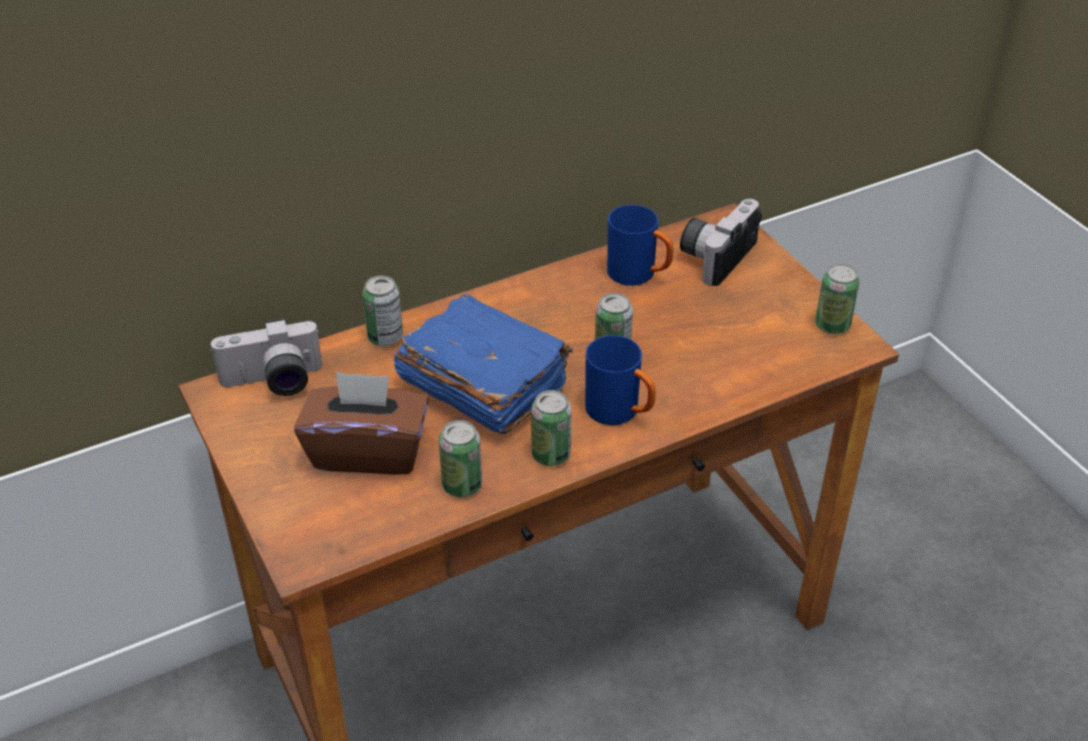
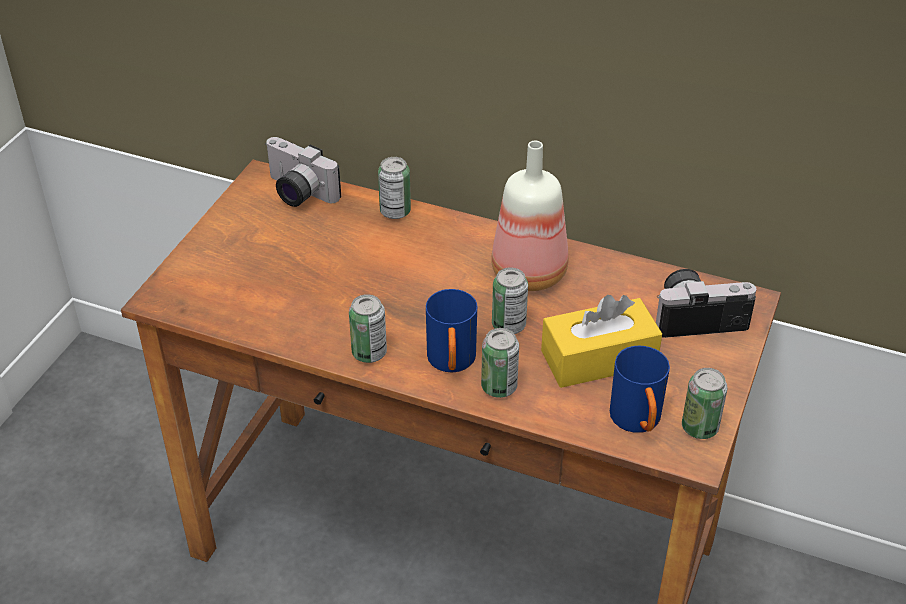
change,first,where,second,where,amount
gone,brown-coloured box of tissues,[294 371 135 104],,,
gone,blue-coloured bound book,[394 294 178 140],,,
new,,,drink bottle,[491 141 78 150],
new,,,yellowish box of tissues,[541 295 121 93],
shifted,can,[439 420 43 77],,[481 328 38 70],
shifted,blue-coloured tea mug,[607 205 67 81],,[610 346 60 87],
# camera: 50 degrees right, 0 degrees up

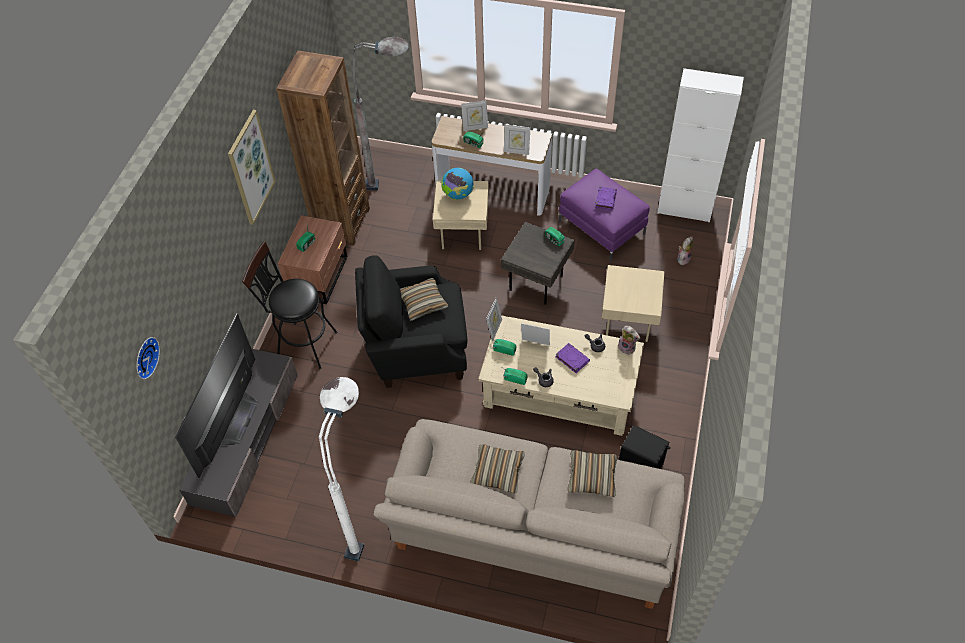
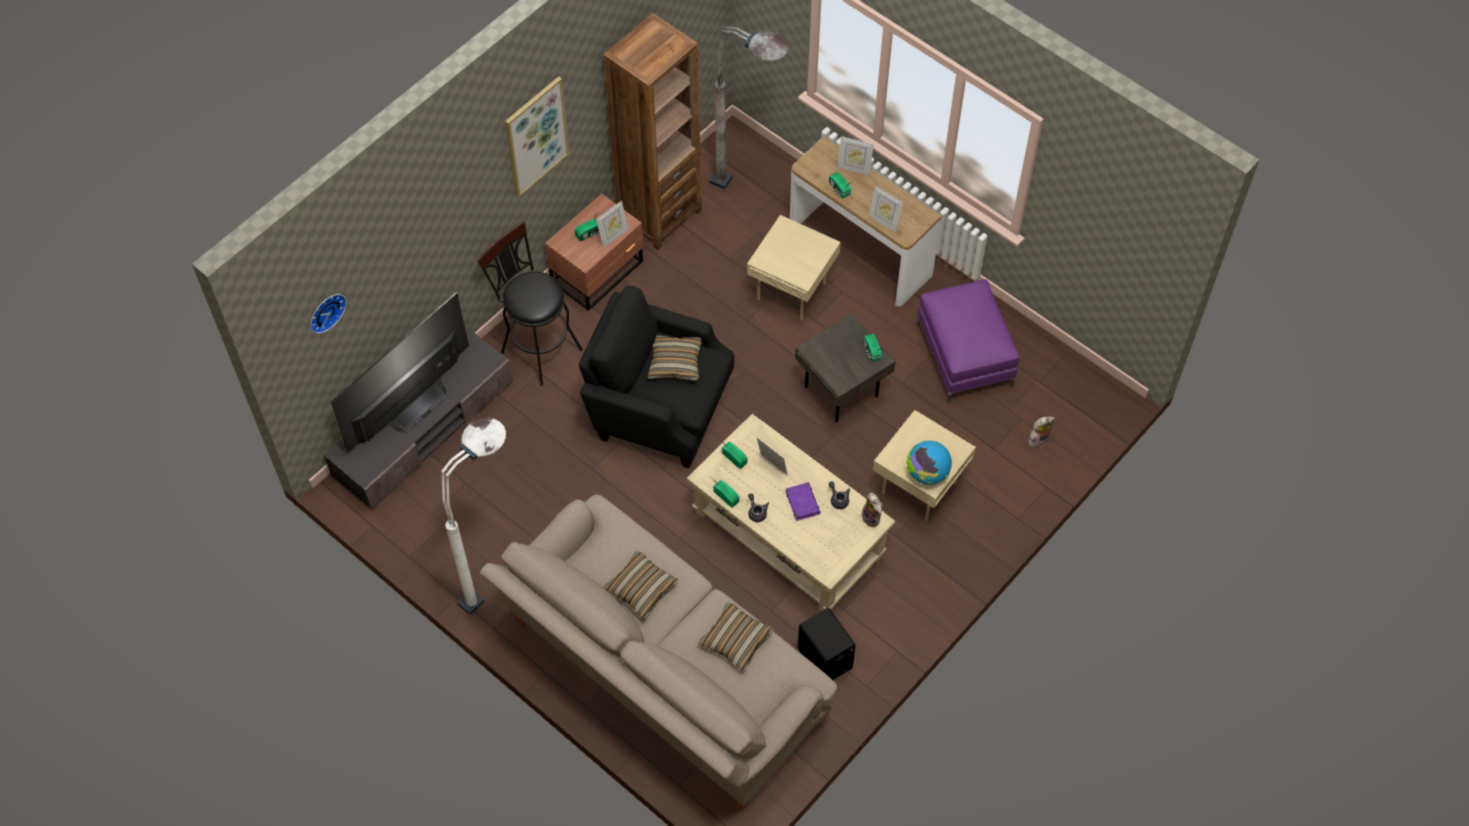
change,first,where,second,where,amount
gone,purplish bound book,[595 186 22 24],,,
gone,white cupboard,[657 68 87 155],,,
shifted,globe,[441 168 32 32],,[907 441 45 44],
shifted,standing frame,[486 297 16 44],,[596 201 32 47],
# camera: 25 degrees right, 5 degrees up

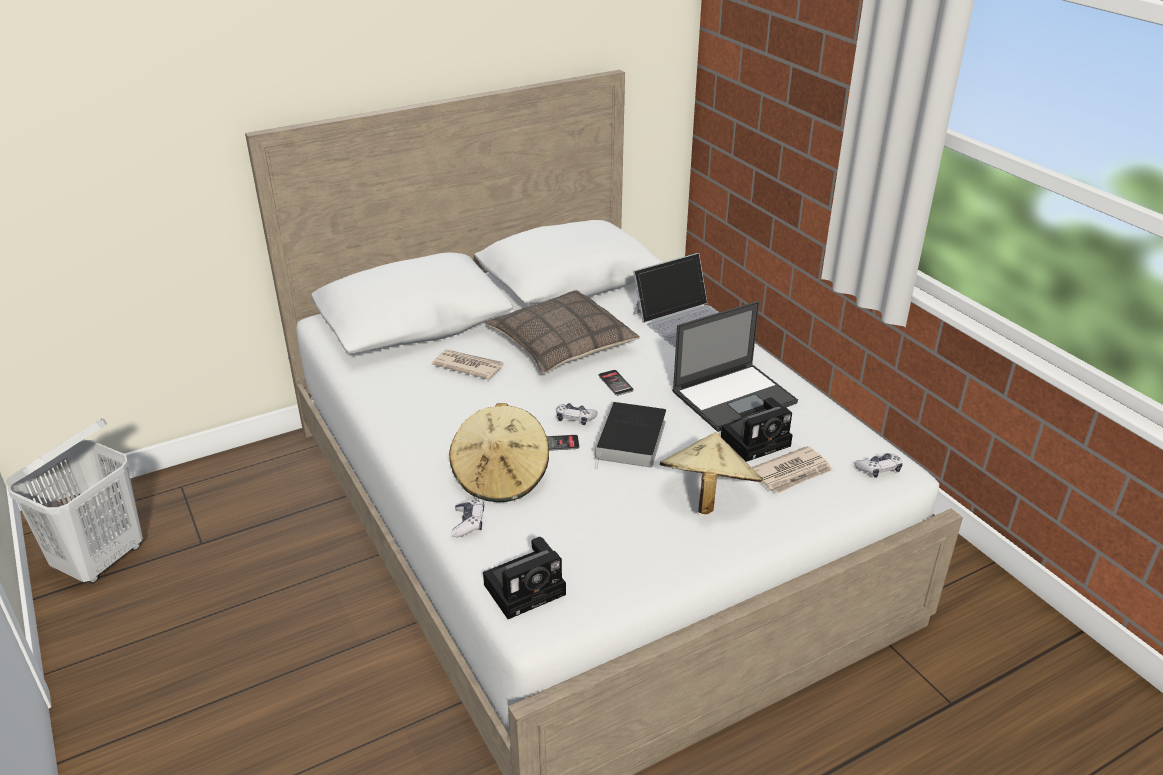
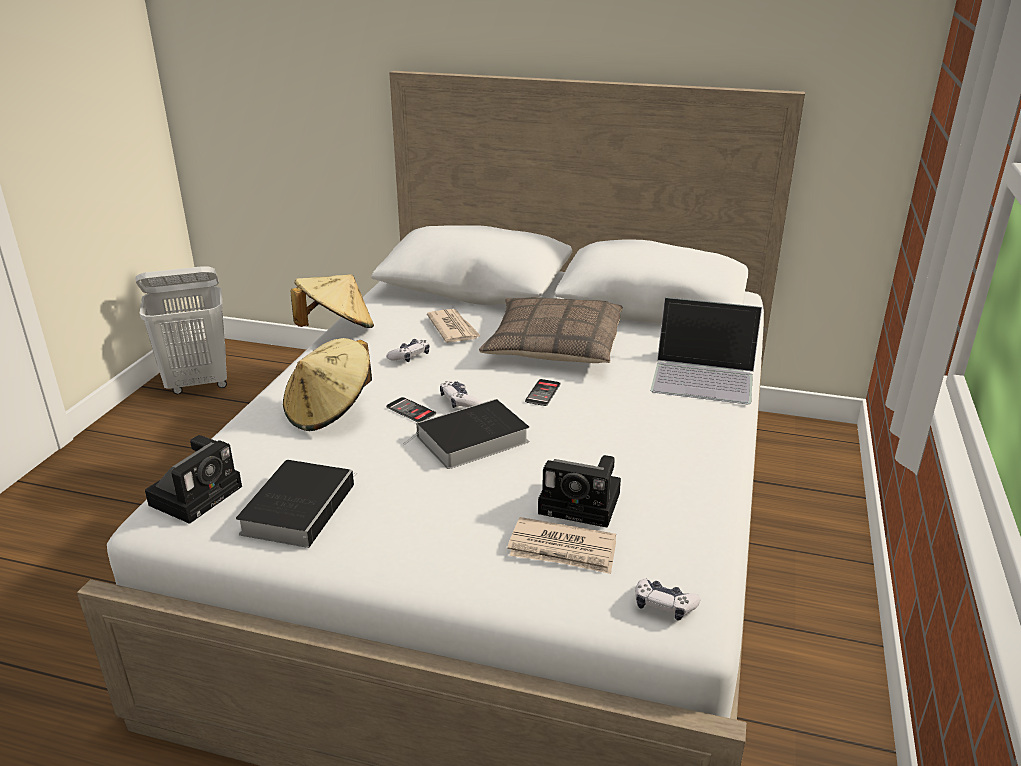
change,first,where,second,where,amount
gone,portable computer,[672 301 126 131],,,
new,,,bound book,[236 460 121 88],
shifted,gamepad,[451 498 33 39],,[386 339 44 23],
shifted,beige-coloured clothing hat,[660 432 103 82],,[291 274 83 54],
rotated,still camera,[483 537 83 82],,[145 435 97 89],75 degrees counterclockwise
# camera: 45 degrees right, 5 degrees down

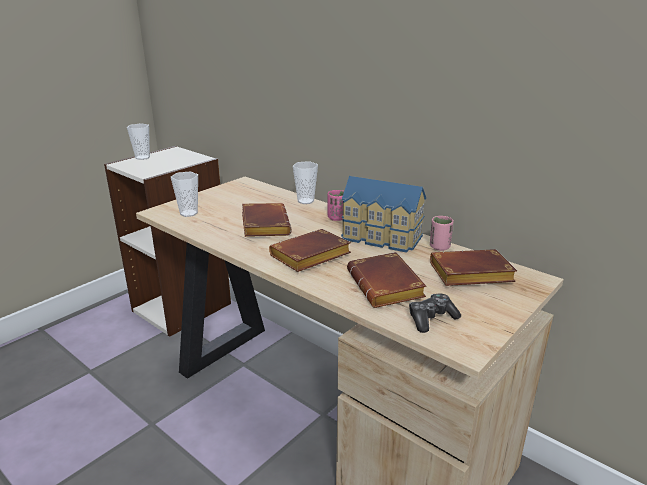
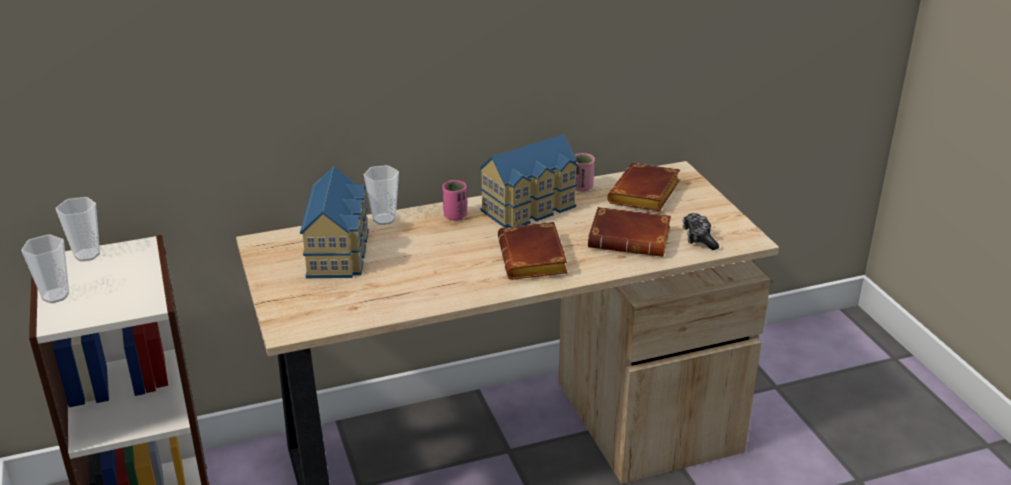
change,first,where,second,where,amount
gone,brown-coloured bound book,[242 203 50 34],,,
new,,,toy house,[300 166 69 112],
shifted,cup,[171 172 27 45],,[56 197 44 64],
# camera: 60 degrees left, 5 degrees up

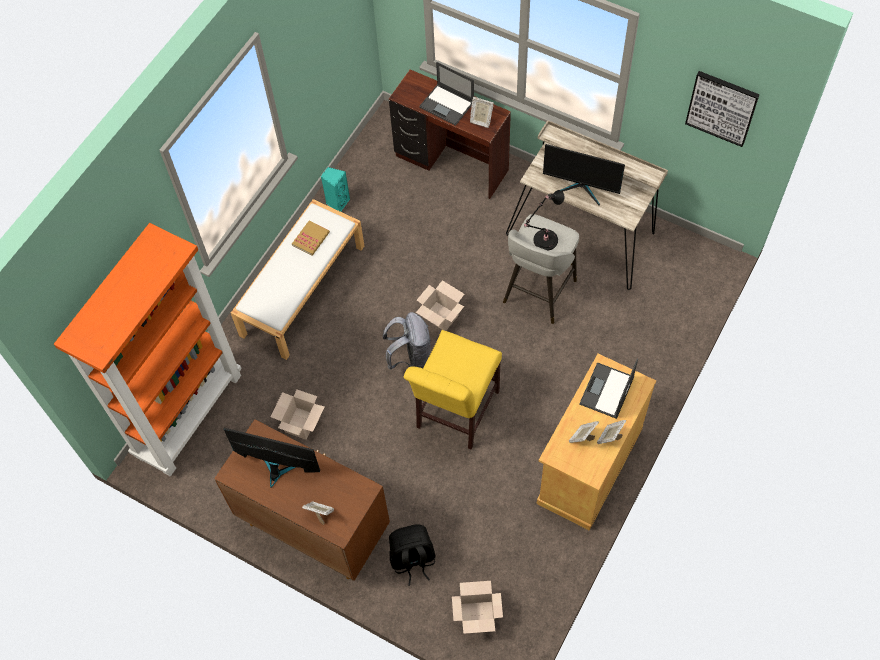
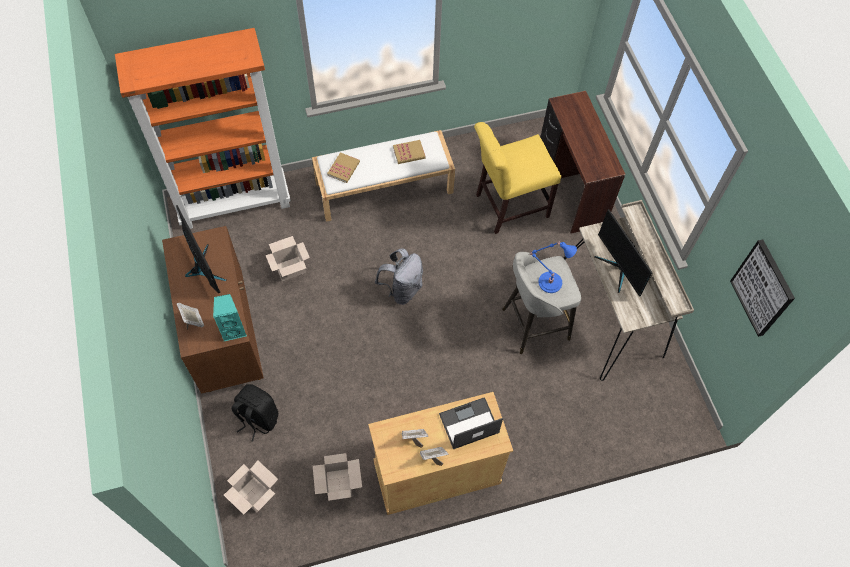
change,first,where,second,where,amount
gone,portable computer,[419 62 55 64],,,
gone,standing frame,[470 97 24 31],,,
new,,,bound book,[327 152 33 31],
shifted,blue-green loudspeaker,[321 167 29 45],,[213 294 34 47],
shifted,yellowish plain chair,[404 330 98 120],,[474 122 87 112],
shifted,carton,[416 280 48 51],,[313 453 49 48],
repainted,black table lamp,[524 190 41 61],blue-coloured table lamp,[529 241 48 52],
# camera: 40 degrees right, 0 degrees up

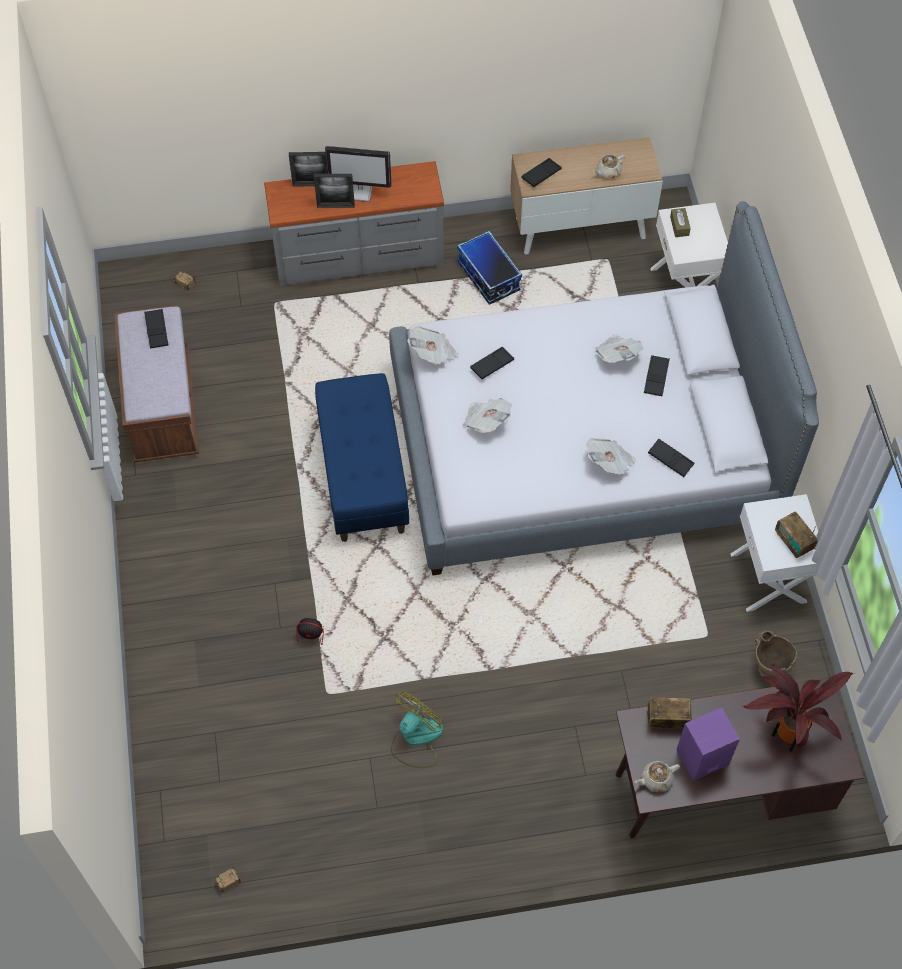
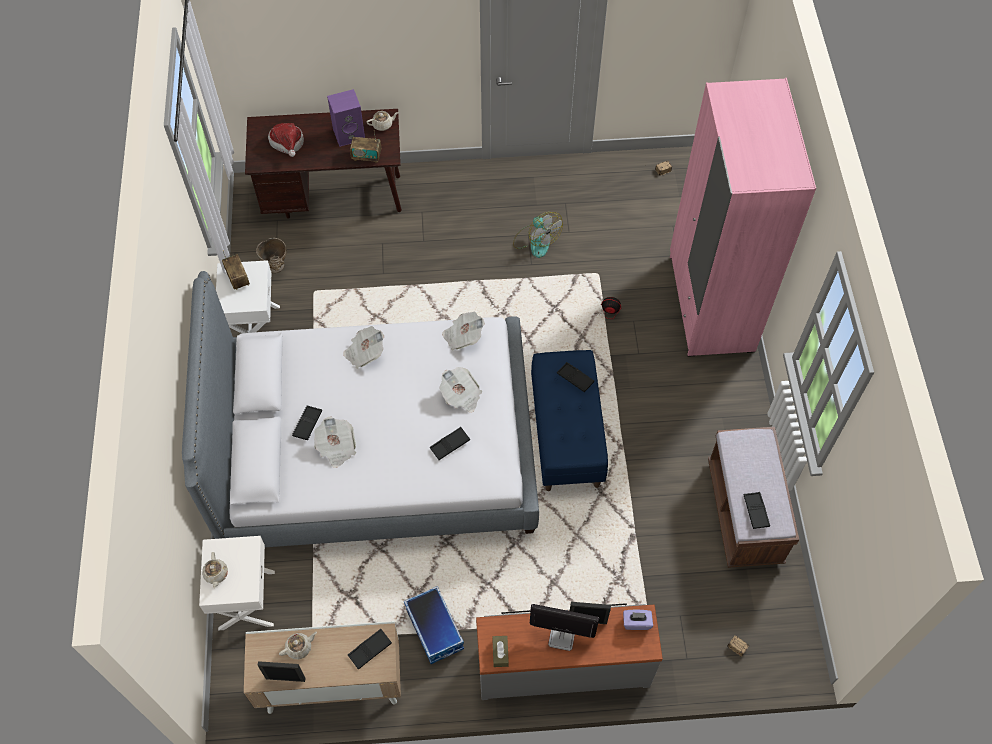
change,first,where,second,where,amount
new,,,beige-coloured tea pot,[202 552 26 37],
new,,,purplish box of tissues,[623 610 30 20],
new,,,pink-coloured armoire,[670 78 146 279],
shifted,standing frame,[289 152 38 35],,[257 661 49 21],
shifted,printed paper,[407 326 51 39],,[442 311 43 39],
shifted,black serving tray,[648 439 46 38],,[557 362 37 30],
shifted,brown-coloured box of tissues,[670 208 21 29],,[492 636 17 31],
swapped,potted plant,[743 663 111 88],clothing hat,[268 123 36 34],
rotated,electric fan,[391 691 52 77],,[513 212 50 46],75 degrees counterclockwise
# camera: 175 degrees left, 0 degrees up

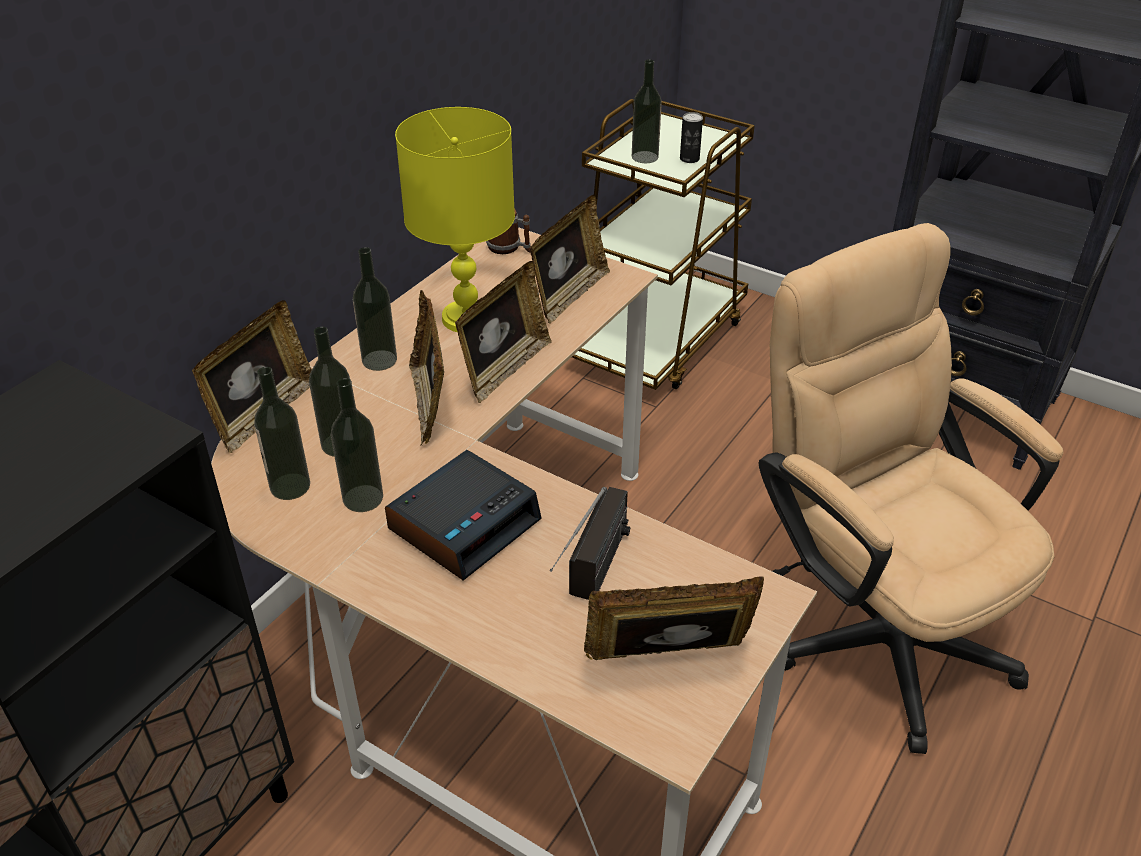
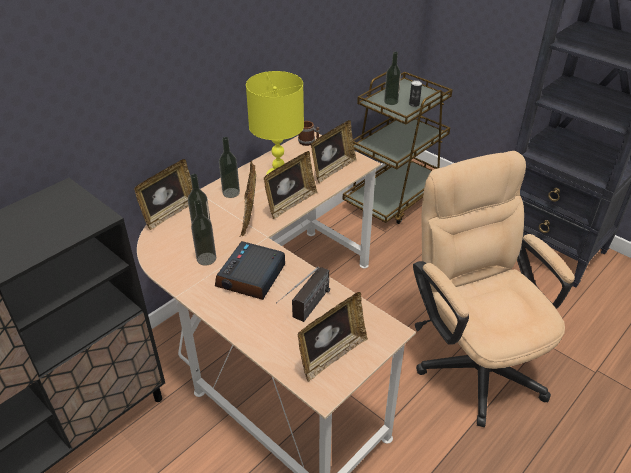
change,first,where,second,where,amount
gone,drink bottle,[254 367 56 133],,,
rotated,bedside clock,[385 450 157 131],,[215 241 70 59],150 degrees clockwise
rotated,standing frame,[584 576 180 84],,[297 292 71 90],135 degrees clockwise
# camera: 10 degrees right, 0 degrees up

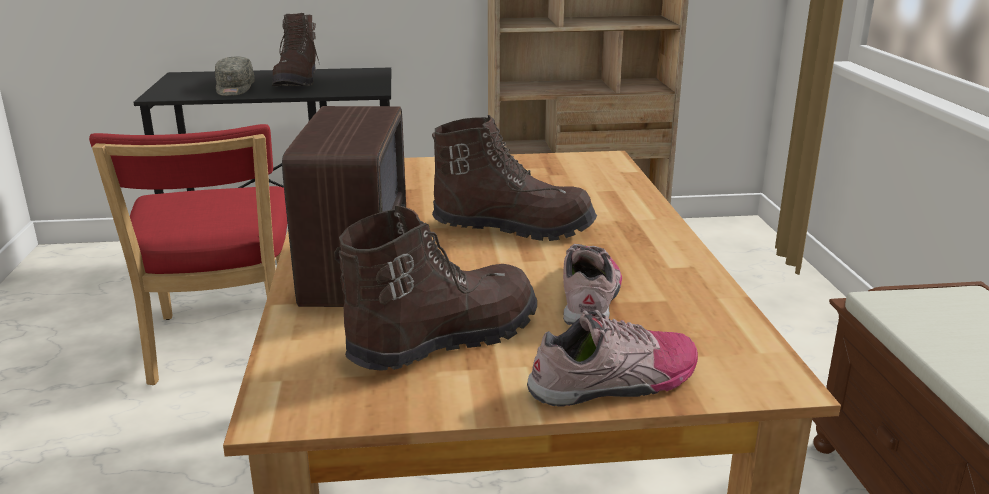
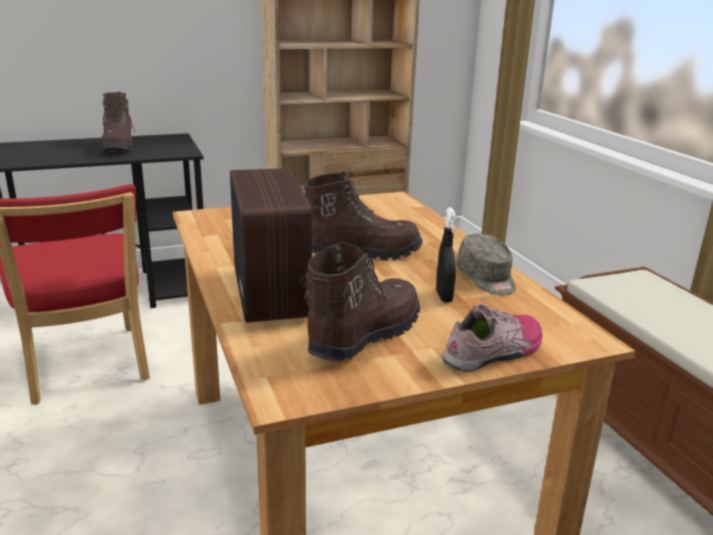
change,first,where,second,where,amount
shifted,gray cap,[215 56 40 40],,[456 234 60 61],
swapped,shoe,[563 244 59 81],black hand sprayer,[436 208 21 94],
# camera: 15 degrees left, 0 degrees up

